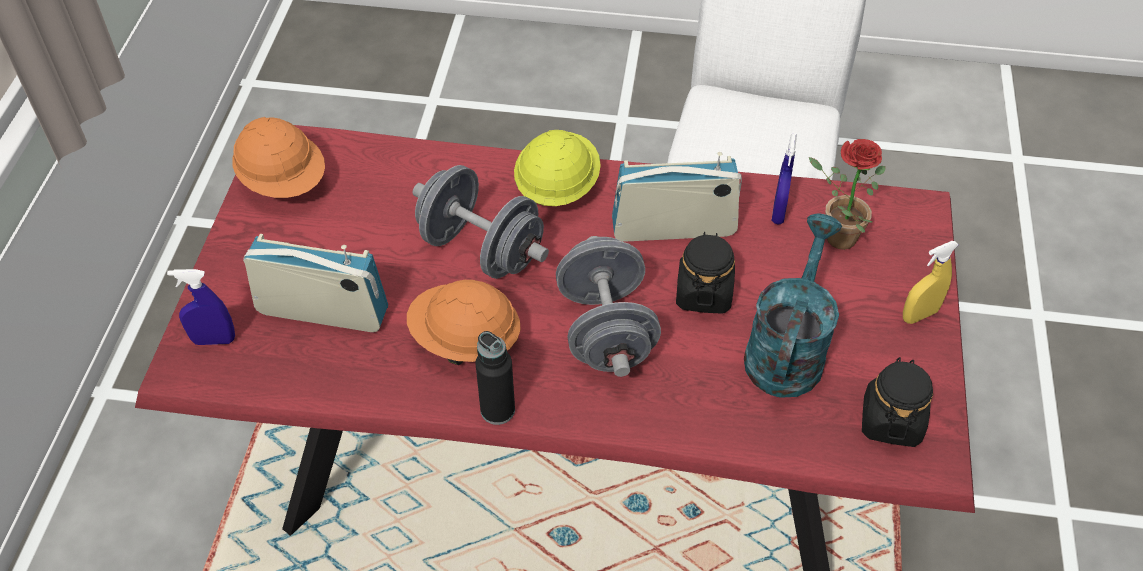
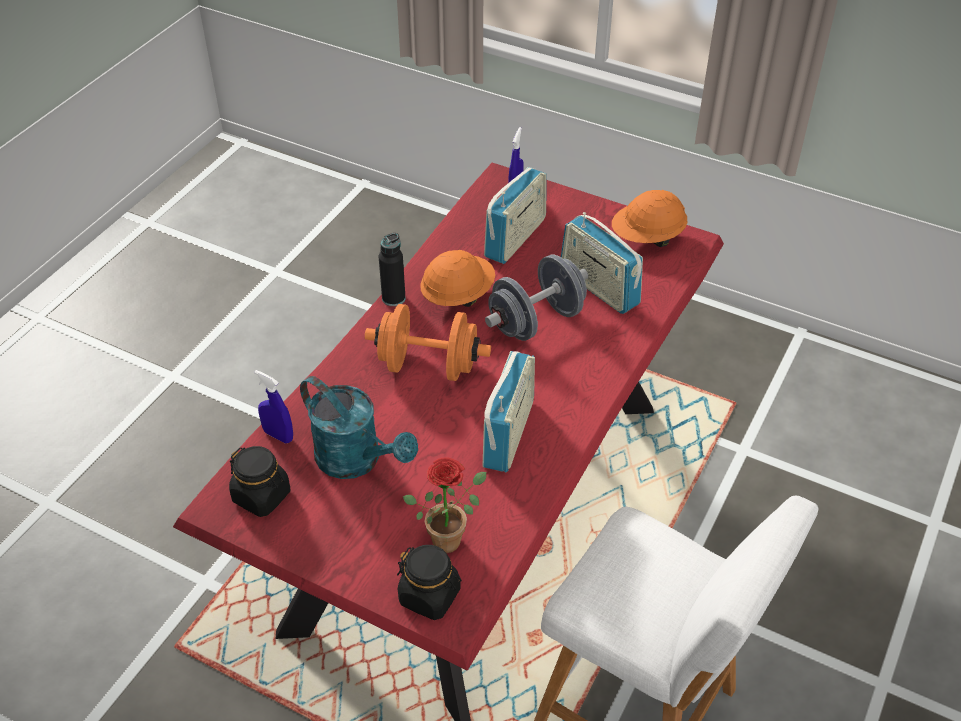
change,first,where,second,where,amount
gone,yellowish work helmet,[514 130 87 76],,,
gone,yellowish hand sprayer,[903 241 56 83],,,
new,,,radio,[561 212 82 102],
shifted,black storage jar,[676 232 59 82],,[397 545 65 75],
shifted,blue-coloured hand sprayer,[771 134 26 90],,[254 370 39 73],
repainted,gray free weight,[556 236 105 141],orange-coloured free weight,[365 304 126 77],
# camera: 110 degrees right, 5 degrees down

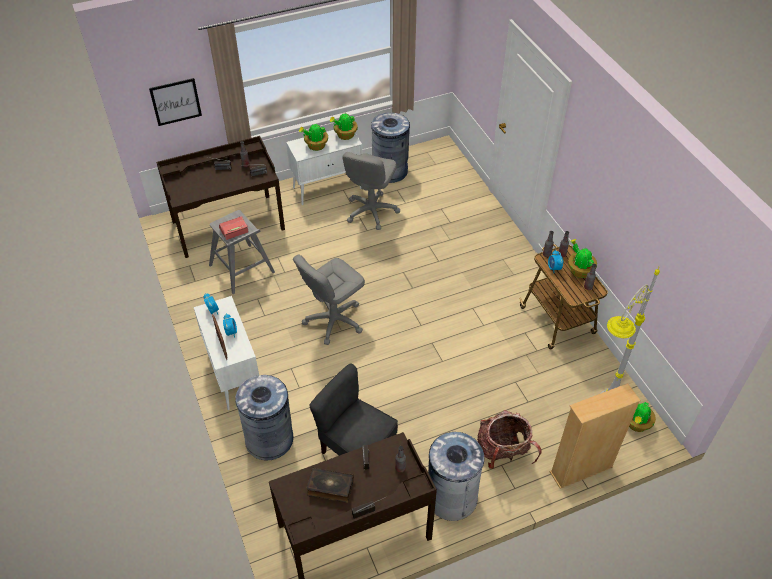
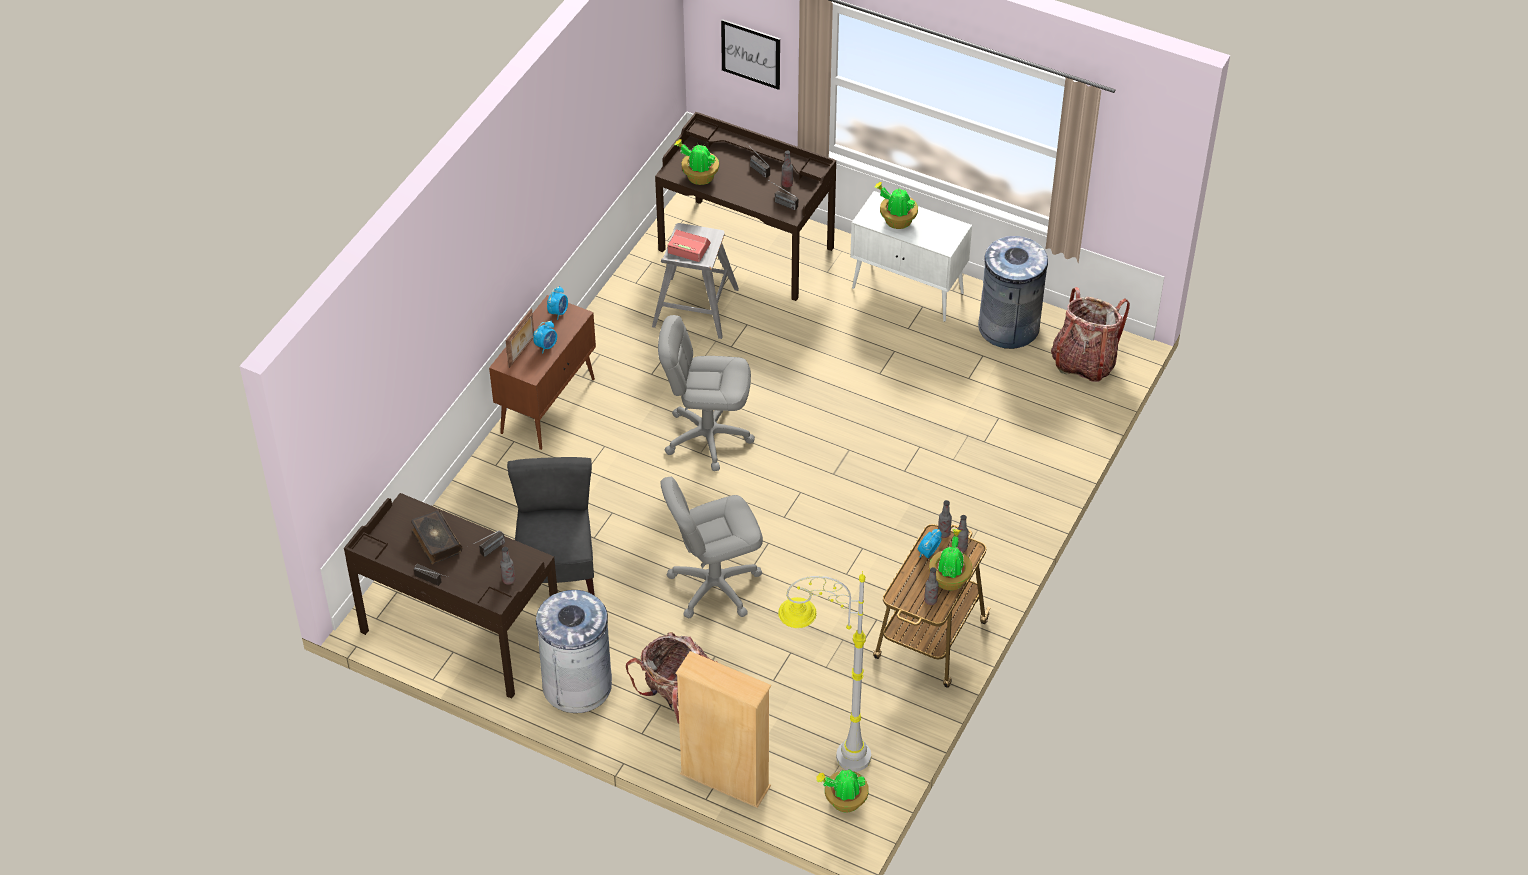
change,first,where,second,where,amount
gone,gray waste bin,[235 375 58 85],,,
new,,,knapsack,[1051 287 79 95],
shifted,potted plant,[330 113 28 27],,[675 139 44 46],
shifted,gray desk chair,[342 152 58 78],,[660 477 103 142],
repainted,white cupboard,[193 296 66 114],brown-coloured cupboard,[489 295 107 155],
# camera: 50 degrees right, 0 degrees up

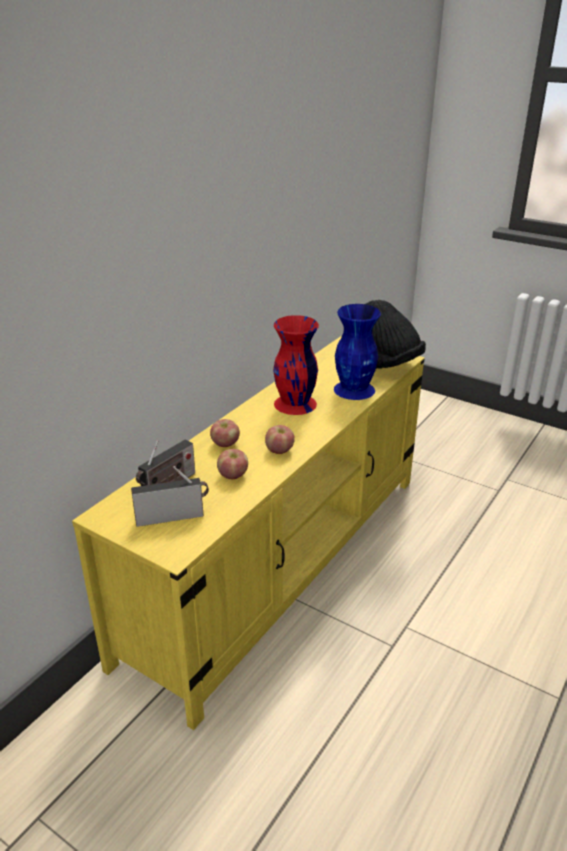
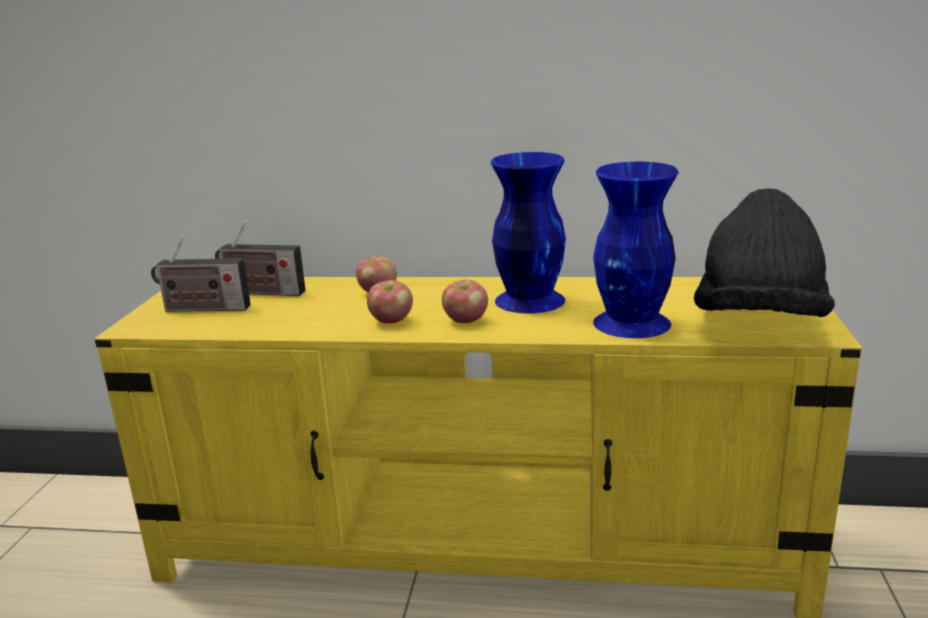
change,first,where,second,where,amount
shifted,apple,[217 449 31 30],,[442 280 46 43],
repainted,reddish flower vase,[273 315 46 100],blue-coloured flower vase,[491 152 75 162],
rotated,radio,[131 466 78 61],,[151 235 100 77],135 degrees clockwise
# camera: 65 degrees right, 10 degrees down

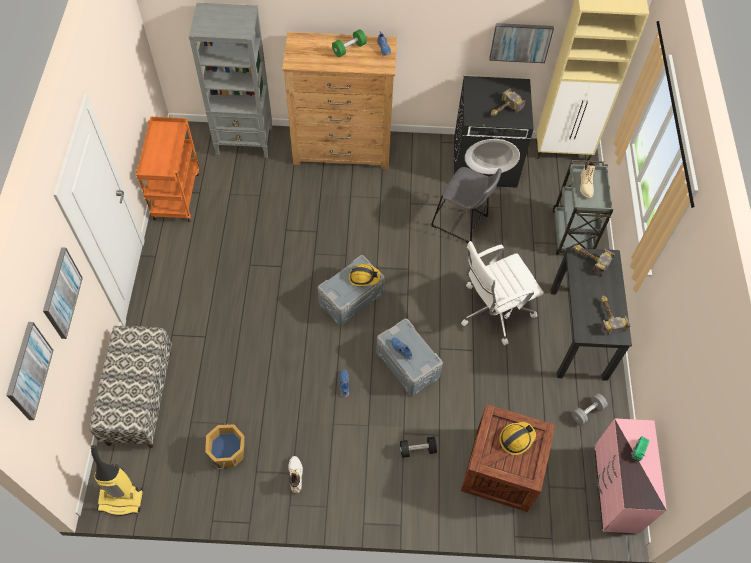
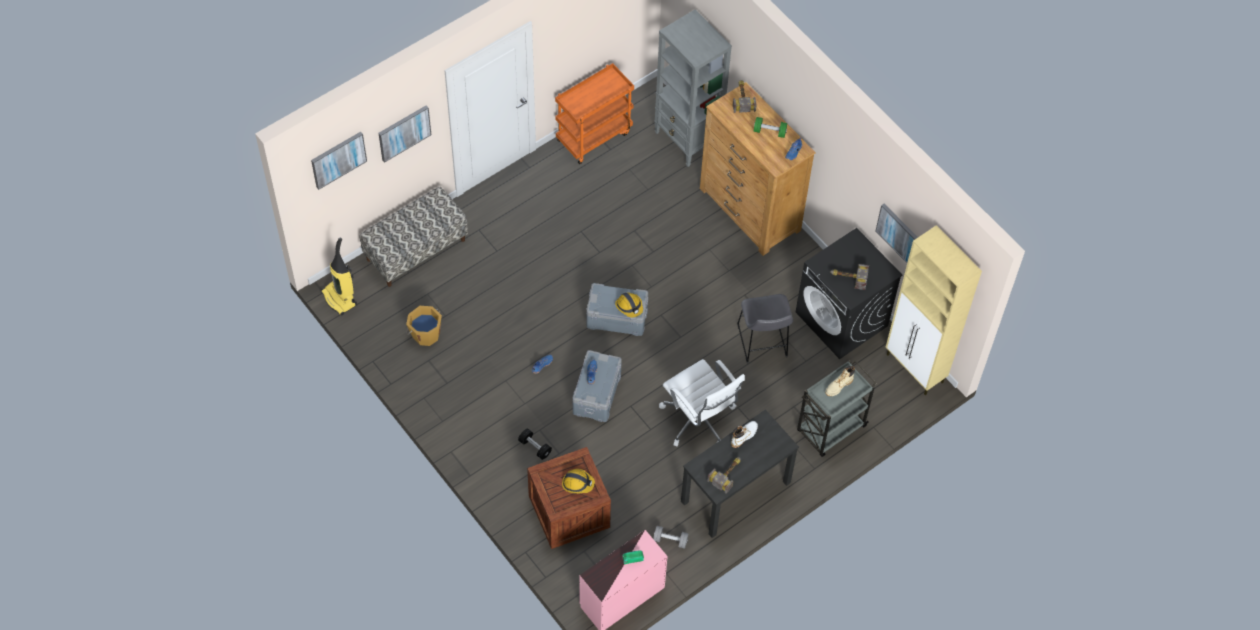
change,first,where,second,where,amount
shifted,white boot,[288 456 15 38],,[731 421 27 27],
shifted,tool hammer,[573 245 42 32],,[733 80 24 33],
rotated,white desk chair,[461 241 83 104],,[659 359 86 87],150 degrees counterclockwise
# camera: 50 degrees right, 0 degrees up

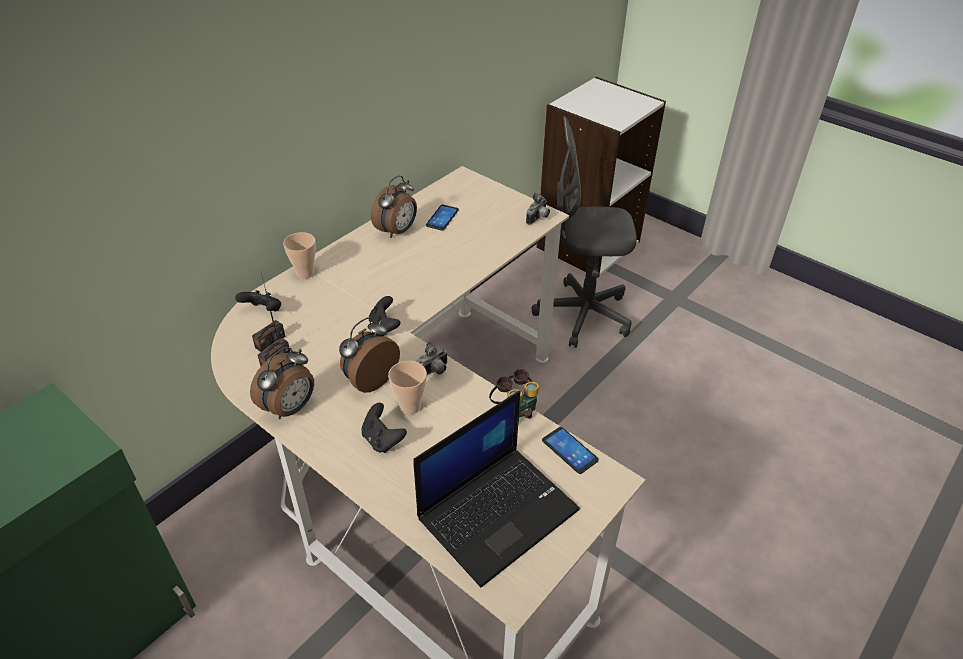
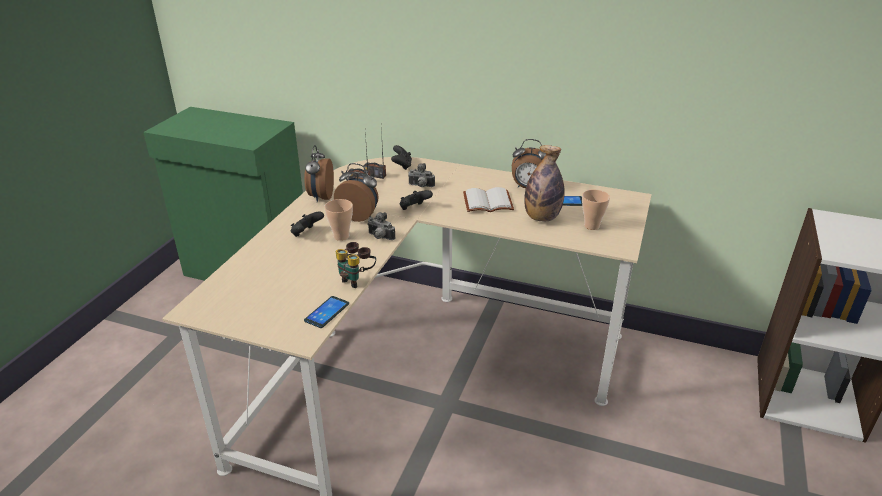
change,first,where,second,where,amount
gone,portable computer,[413 391 167 196],,,
gone,gray desk chair,[532 116 105 232],,,
new,,,white bound book,[463 187 51 25],
new,,,drink bottle,[524 145 40 76],
shifted,cup,[283 232 33 47],,[582 190 28 40],
shifted,still camera,[526 193 24 32],,[408 163 27 24],
rotated,bedside clock,[250 347 64 72],,[304 145 30 57],75 degrees clockwise
# camera: 70 degrees right, 10 degrees down

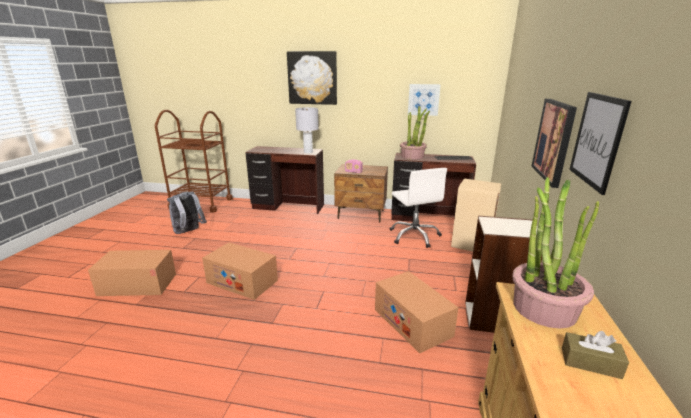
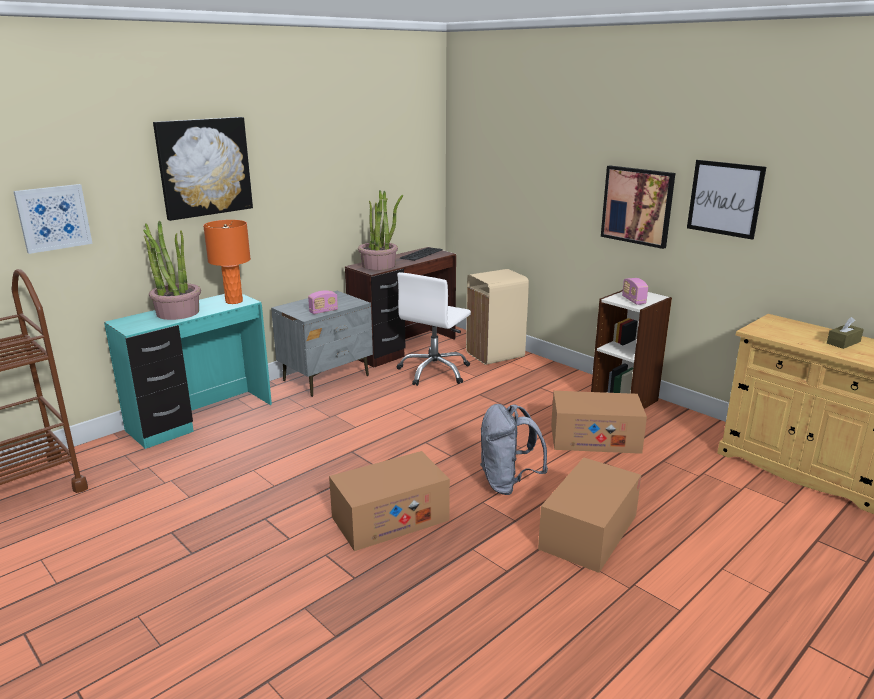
change,first,where,second,where,amount
new,,,radio,[622 278 26 27],
shifted,carton,[88 250 88 46],,[538 457 103 116],
shifted,gray knapsack,[167 191 40 43],,[480 404 68 91],
shifted,wall picture,[408 84 33 32],,[13 184 80 70],
shifted,potted plant,[512 177 87 151],,[143 221 58 99],
repainted,brown-coloured desk table,[245 146 79 68],blue-green desk table,[104 294 168 155],
repainted,gray table lamp,[295 107 24 46],orange-coloured table lamp,[203 220 48 84],
repainted,brown-coloured bedside table,[334 164 54 58],gray bedside table,[271 291 102 106],
rotated,white desk chair,[390 168 57 80],,[397 272 74 114],105 degrees clockwise
# camera: 55 degrees left, 0 degrees up

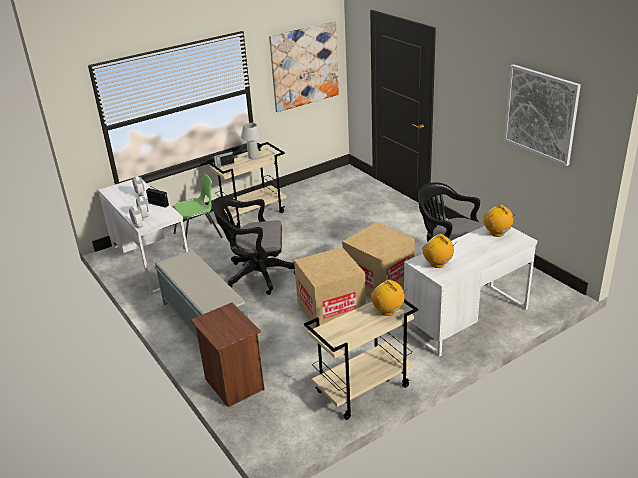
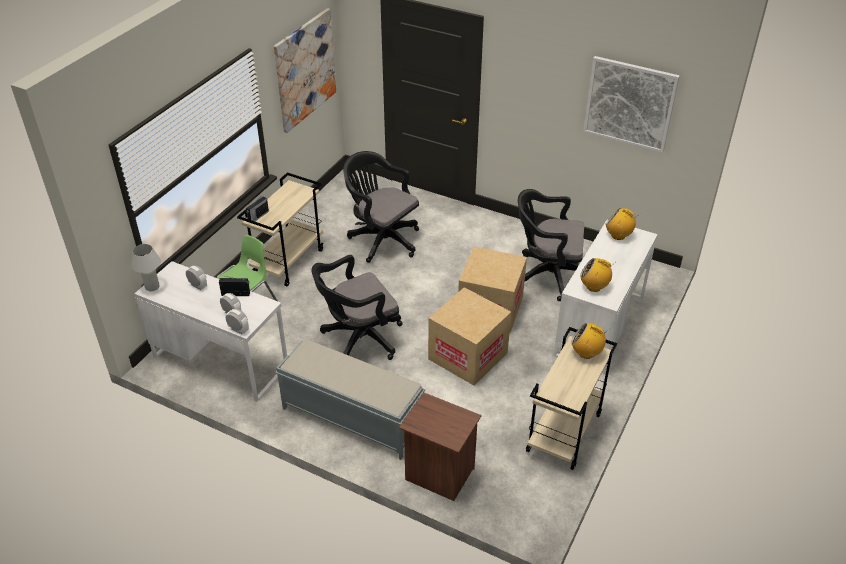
change,first,where,second,where,amount
new,,,black desk chair,[343 151 76 112],
shifted,white table lamp,[241 123 20 36],,[131 244 30 47],
# camera: 30 degrees left, 10 degrees up

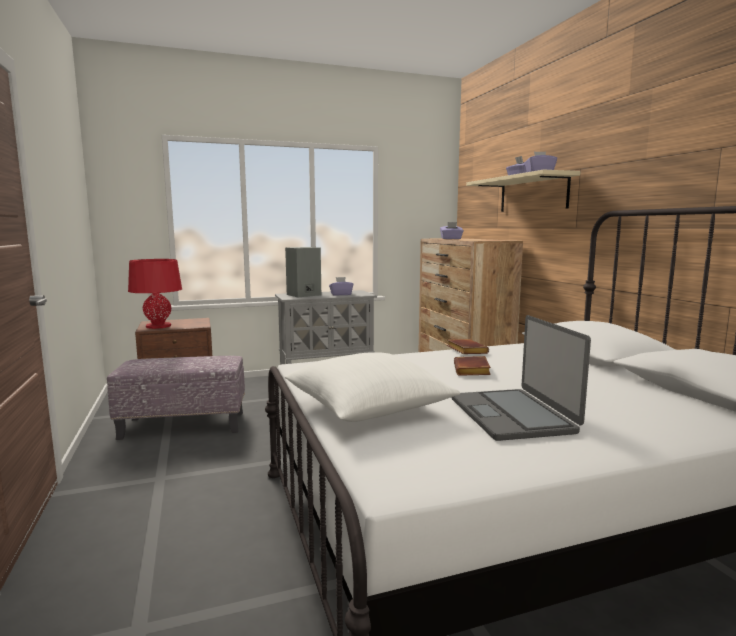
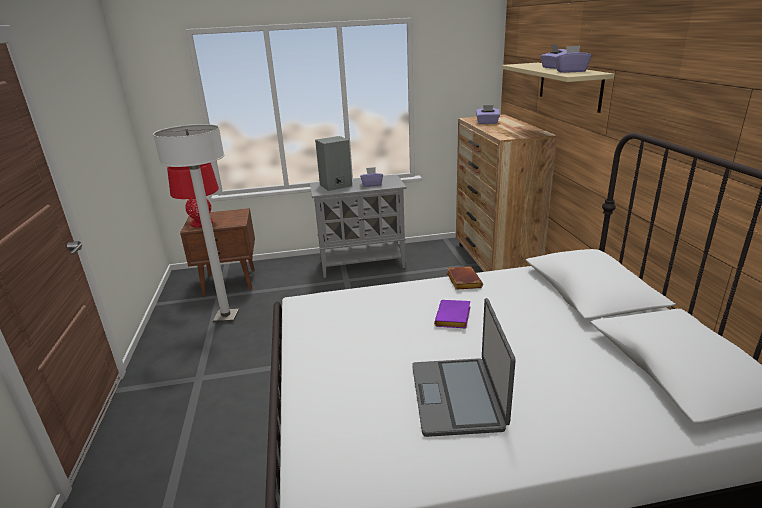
change,first,where,second,where,amount
gone,white throw pillow,[285 352 175 70],,,
swapped,footrest,[107 356 138 84],white standing lamp,[153 124 86 199],
repainted,brown-coloured bound book,[454 356 37 20],purplish bound book,[434 300 36 28],
# camera: 10 degrees right, 15 degrees up

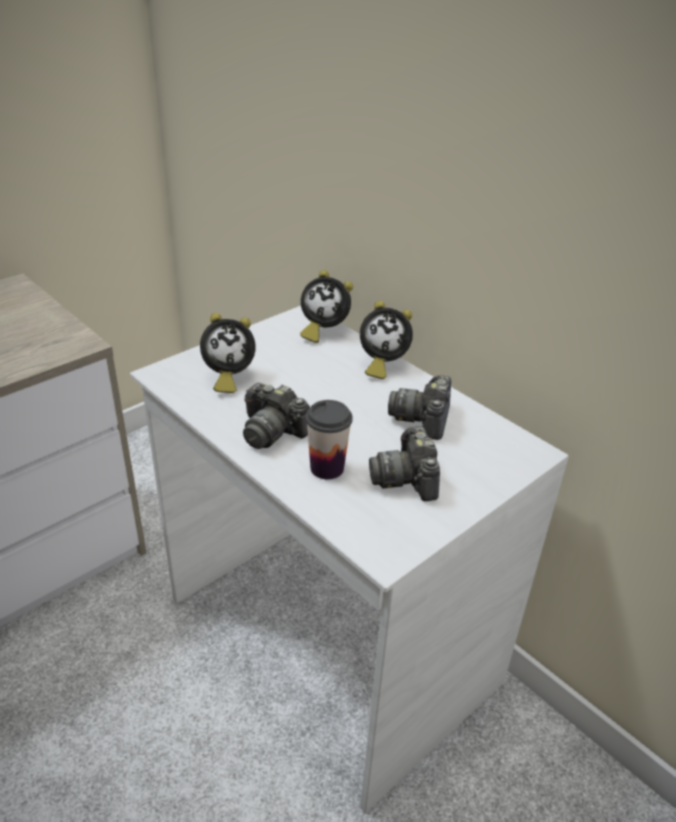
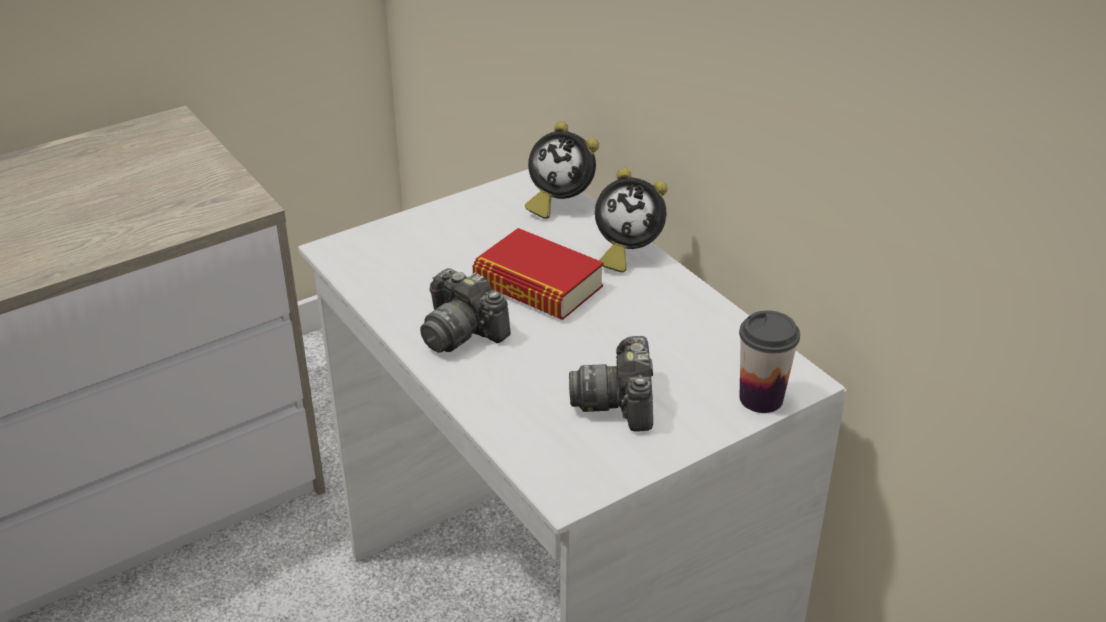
change,first,where,second,where,amount
gone,bedside clock,[200 313 56 80],,,
gone,still camera,[388 375 63 65],,,
new,,,bound book,[472 228 132 92],
shifted,cup,[305 400 47 79],,[739 311 61 102],
# camera: 10 degrees right, 0 degrees up

